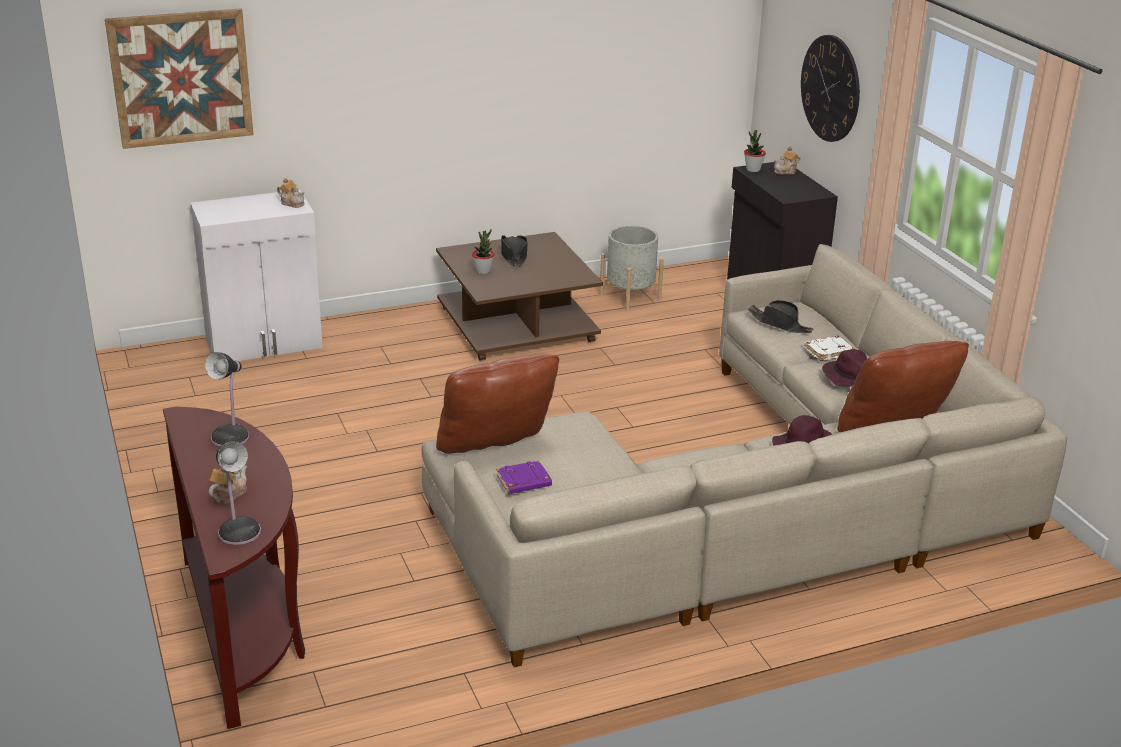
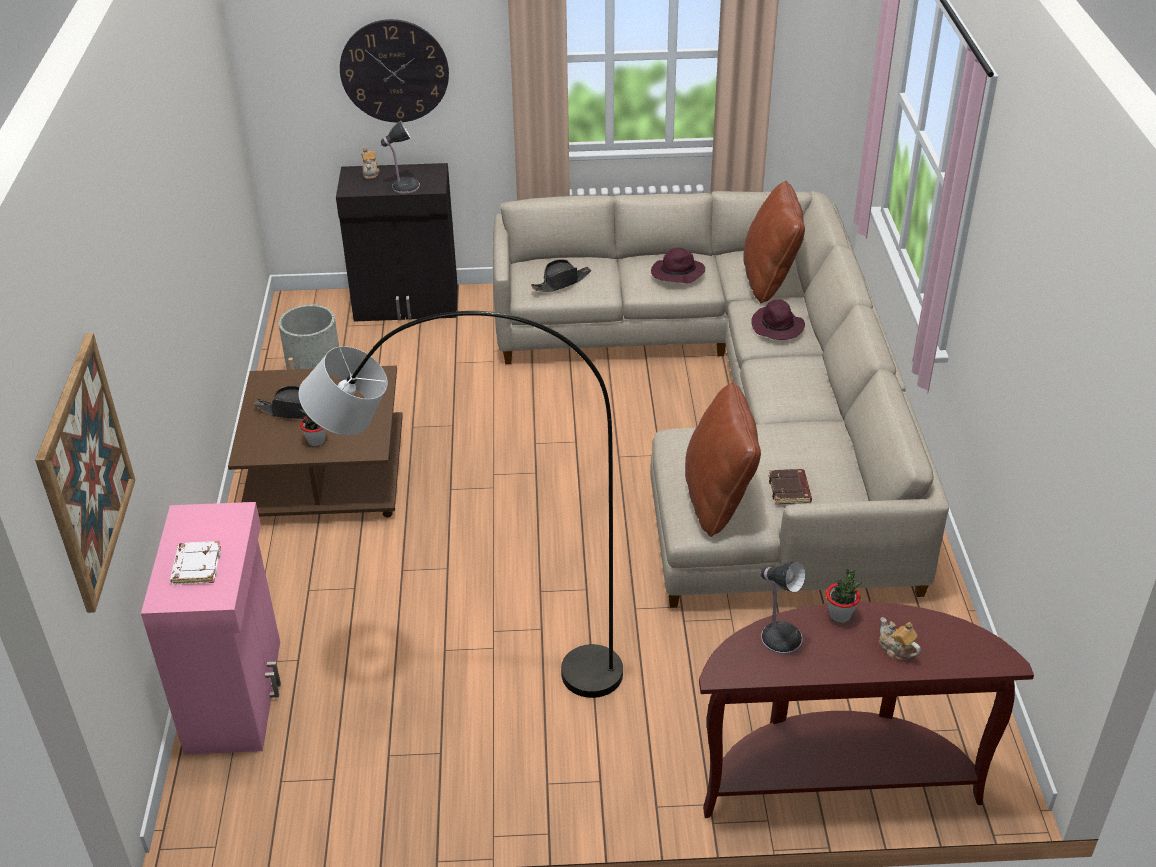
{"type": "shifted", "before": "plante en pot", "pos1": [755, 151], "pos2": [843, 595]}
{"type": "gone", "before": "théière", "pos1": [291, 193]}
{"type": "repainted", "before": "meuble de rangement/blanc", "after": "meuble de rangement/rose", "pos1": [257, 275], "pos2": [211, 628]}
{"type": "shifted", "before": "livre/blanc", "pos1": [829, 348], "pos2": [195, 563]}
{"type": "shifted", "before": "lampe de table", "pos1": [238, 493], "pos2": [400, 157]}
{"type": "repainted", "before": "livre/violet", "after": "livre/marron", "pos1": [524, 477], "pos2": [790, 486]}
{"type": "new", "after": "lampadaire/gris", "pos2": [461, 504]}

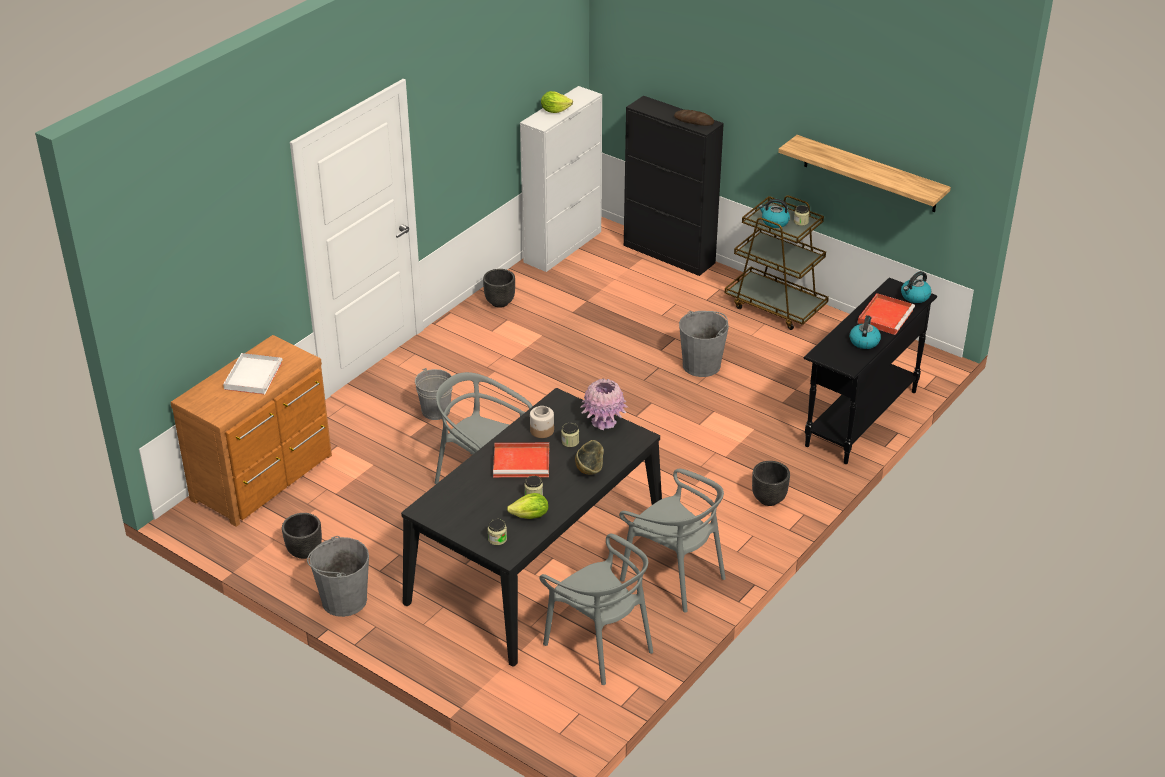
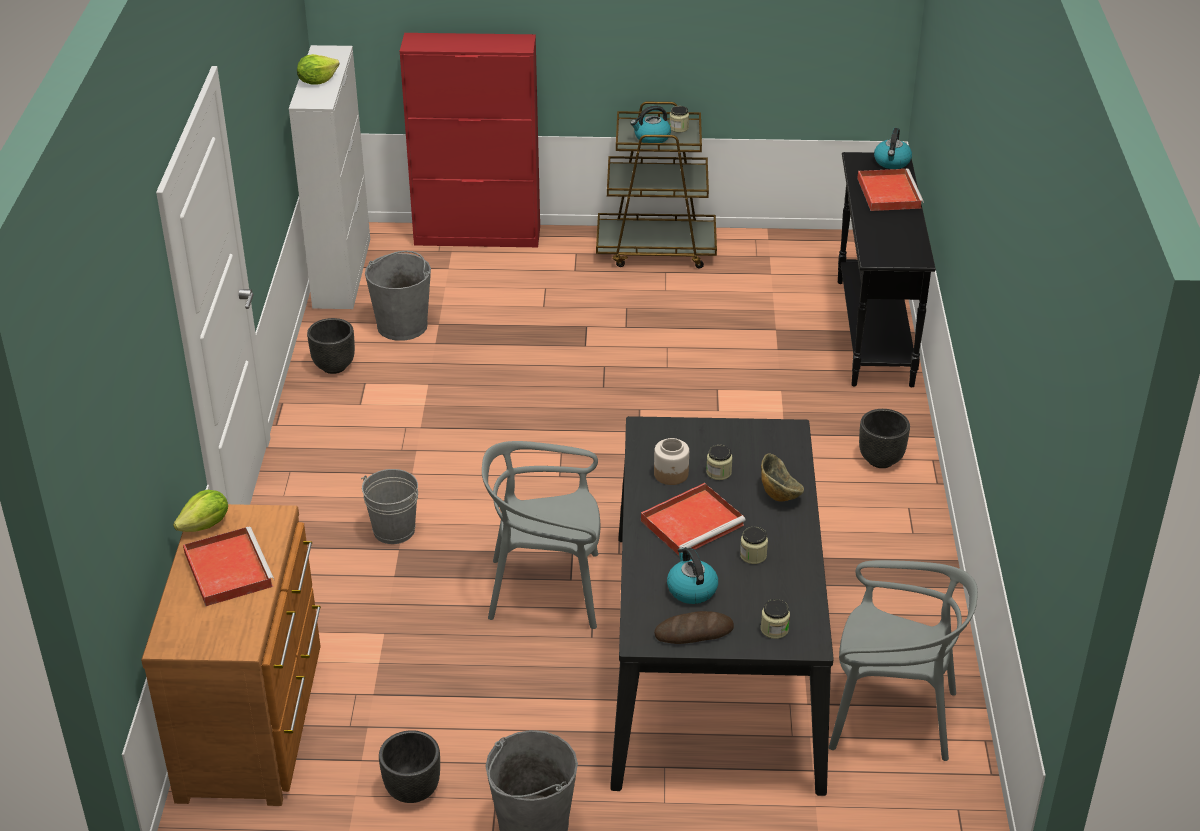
{"type": "repainted", "before": "meuble de rangement/noir", "after": "meuble de rangement/rouge", "pos1": [674, 186], "pos2": [470, 140]}
{"type": "shifted", "before": "pain", "pos1": [694, 118], "pos2": [694, 627]}
{"type": "gone", "before": "étagère", "pos1": [864, 173]}
{"type": "shifted", "before": "seau/gris", "pos1": [704, 344], "pos2": [398, 296]}
{"type": "shifted", "before": "bouilloire", "pos1": [865, 332], "pos2": [692, 575]}
{"type": "repainted", "before": "plateau/blanc", "after": "plateau/rouge", "pos1": [253, 374], "pos2": [228, 566]}
{"type": "gone", "before": "vase/rose", "pos1": [604, 404]}
{"type": "gone", "before": "chaise/gris", "pos1": [672, 540]}
{"type": "shifted", "before": "laitue", "pos1": [528, 506], "pos2": [200, 511]}

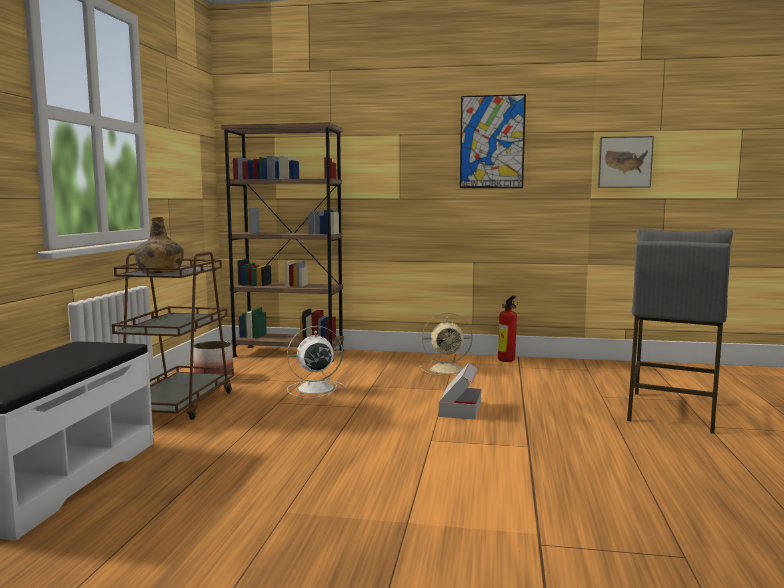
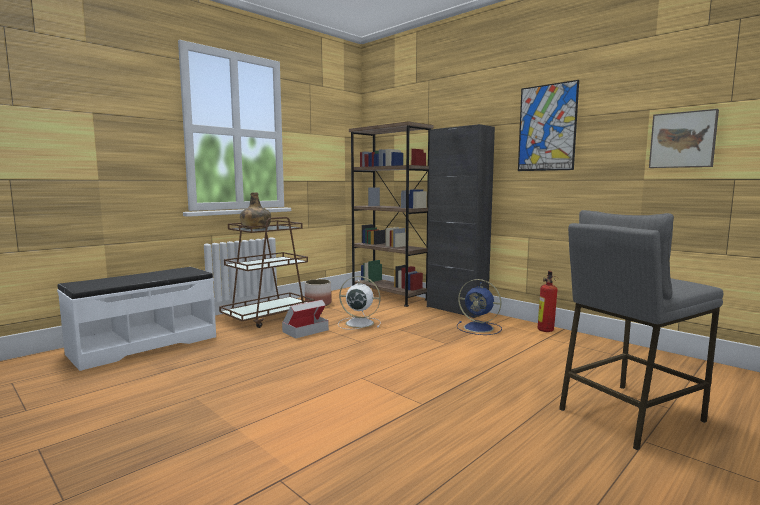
{"type": "repainted", "before": "ventilateur/beige", "after": "ventilateur/bleu", "pos1": [446, 344], "pos2": [479, 307]}
{"type": "shifted", "before": "carton", "pos1": [460, 391], "pos2": [305, 319]}
{"type": "new", "after": "meuble de rangement/noir", "pos2": [461, 221]}

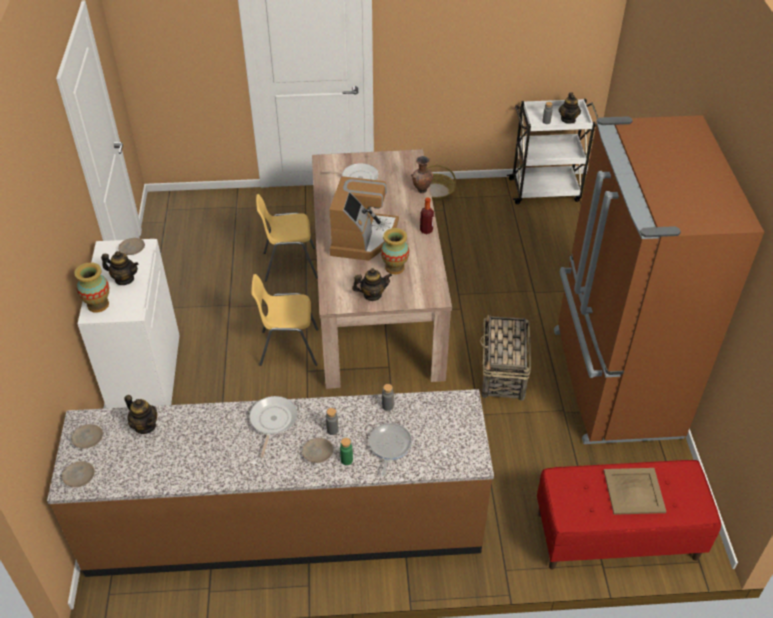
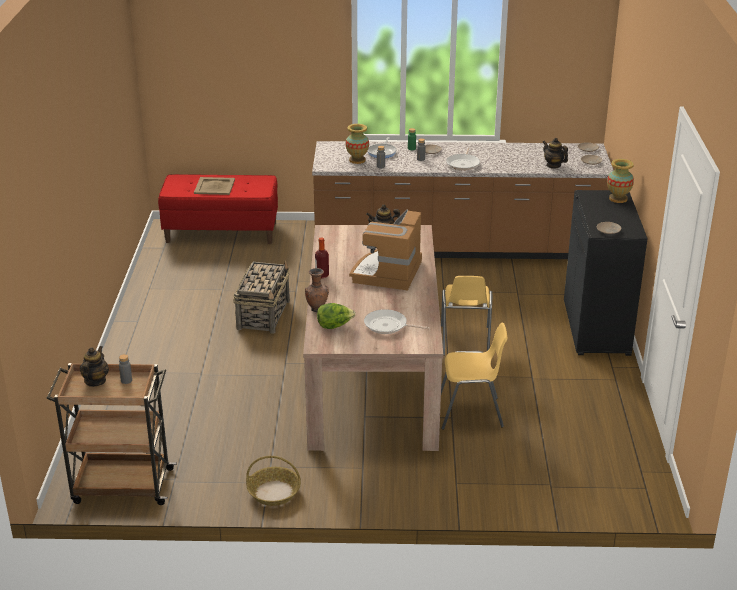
{"type": "repainted", "before": "chariot/blanc", "after": "chariot/marron", "pos1": [553, 151], "pos2": [111, 434]}
{"type": "gone", "before": "réfrigérateur/marron", "pos1": [659, 279]}
{"type": "shifted", "before": "vase", "pos1": [395, 251], "pos2": [357, 144]}
{"type": "repainted", "before": "meuble de rangement/blanc", "after": "meuble de rangement/noir", "pos1": [129, 323], "pos2": [606, 273]}
{"type": "gone", "before": "théière", "pos1": [119, 268]}
{"type": "rotated", "before": "chaise/jaune", "pos1": [284, 320], "pos2": [466, 316], "turn": 90}
{"type": "new", "after": "laitue", "pos2": [336, 316]}

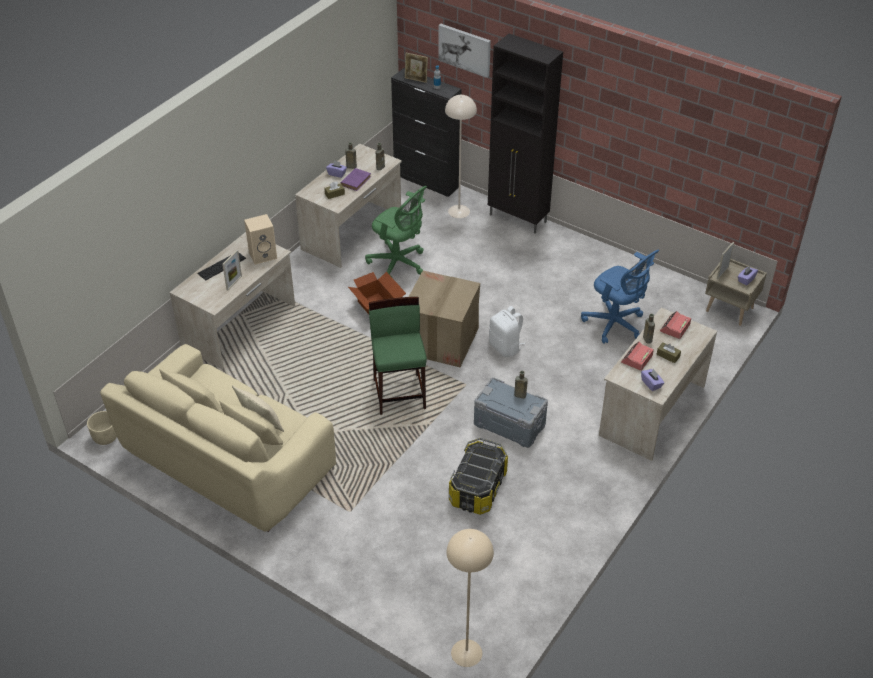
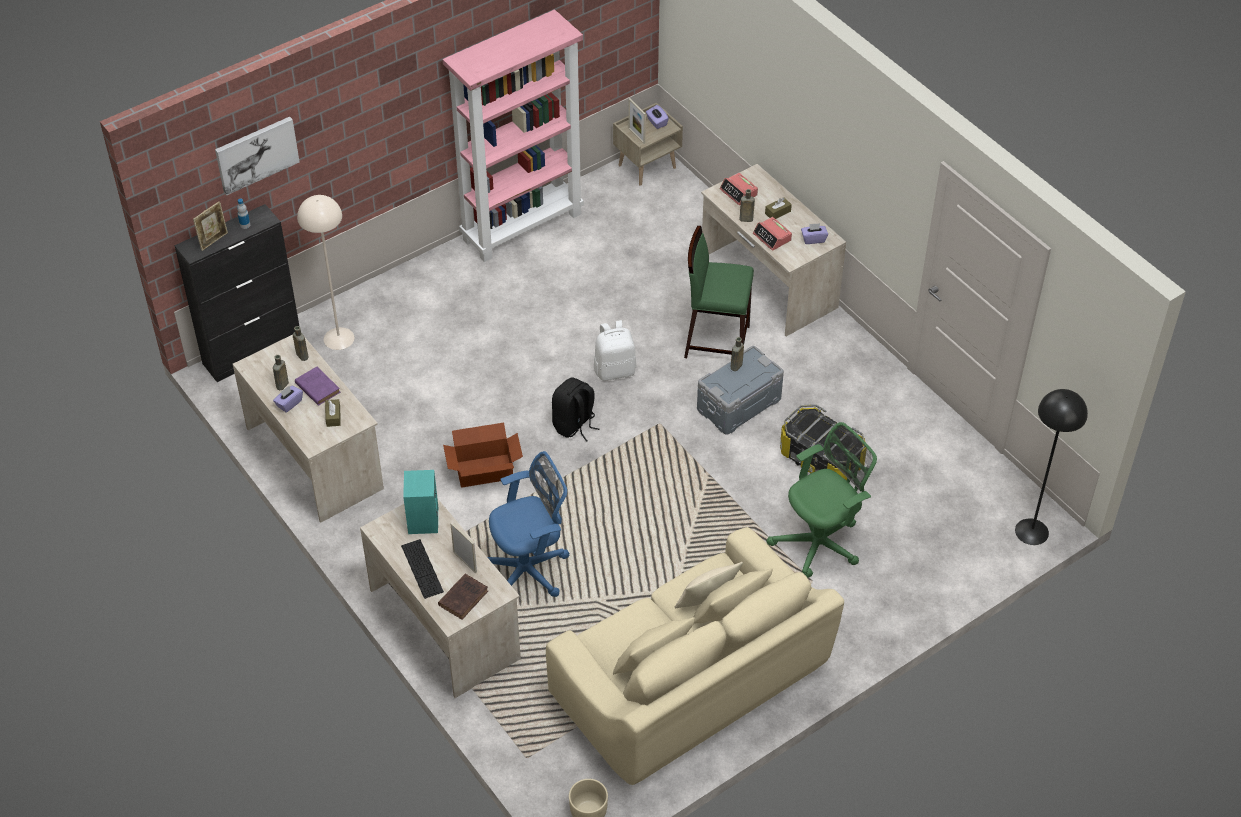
{"type": "gone", "before": "meuble de rangement/noir", "pos1": [525, 133]}
{"type": "shifted", "before": "chaise de bureau/vert", "pos1": [396, 231], "pos2": [822, 500]}
{"type": "repainted", "before": "enceinte/beige", "after": "enceinte/turquoise", "pos1": [260, 239], "pos2": [420, 502]}
{"type": "shifted", "before": "chaise de bureau/bleu", "pos1": [620, 297], "pos2": [528, 524]}
{"type": "swapped", "before": "carton", "after": "sac à dos/noir", "pos1": [444, 319], "pos2": [576, 410]}
{"type": "shifted", "before": "tabouret/vert", "pos1": [398, 356], "pos2": [719, 292]}
{"type": "repainted", "before": "lampadaire/beige", "after": "lampadaire/noir", "pos1": [470, 598], "pos2": [1051, 467]}
{"type": "new", "after": "bibliothèque/rose", "pos2": [513, 136]}
{"type": "new", "after": "livre/marron", "pos2": [463, 597]}

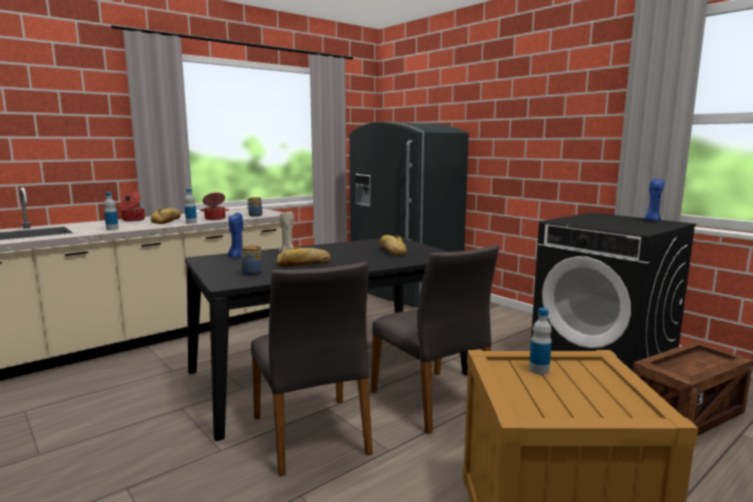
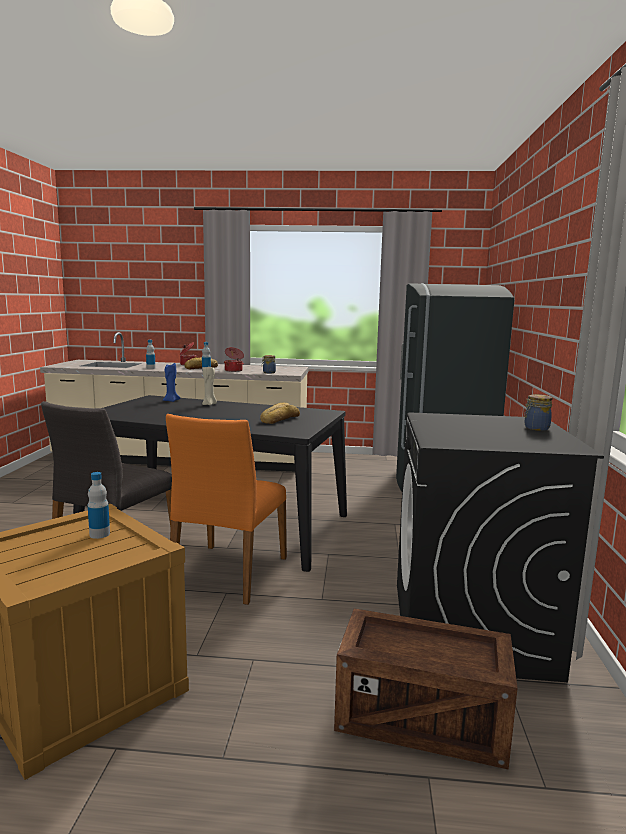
{"type": "gone", "before": "bougie/bleu", "pos1": [654, 199]}
{"type": "shifted", "before": "bocal", "pos1": [252, 260], "pos2": [538, 412]}
{"type": "repainted", "before": "chaise/gris", "after": "chaise/orange", "pos1": [435, 339], "pos2": [226, 509]}
{"type": "gone", "before": "pain", "pos1": [303, 257]}

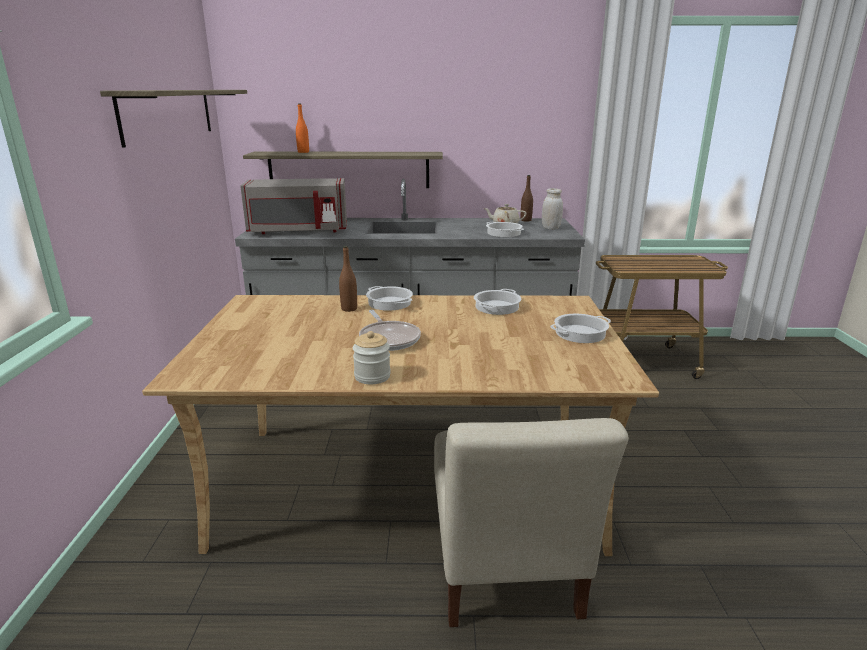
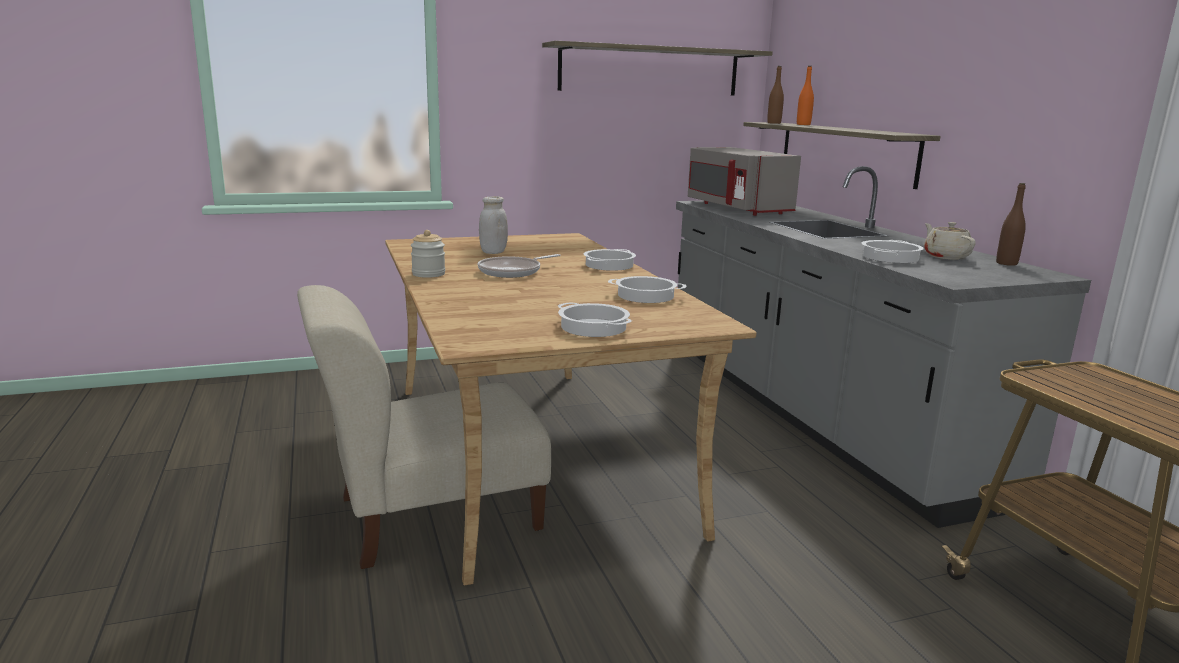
{"type": "shifted", "before": "bocal/blanc", "pos1": [552, 209], "pos2": [493, 225]}
{"type": "shifted", "before": "bouteille/marron", "pos1": [348, 279], "pos2": [775, 95]}

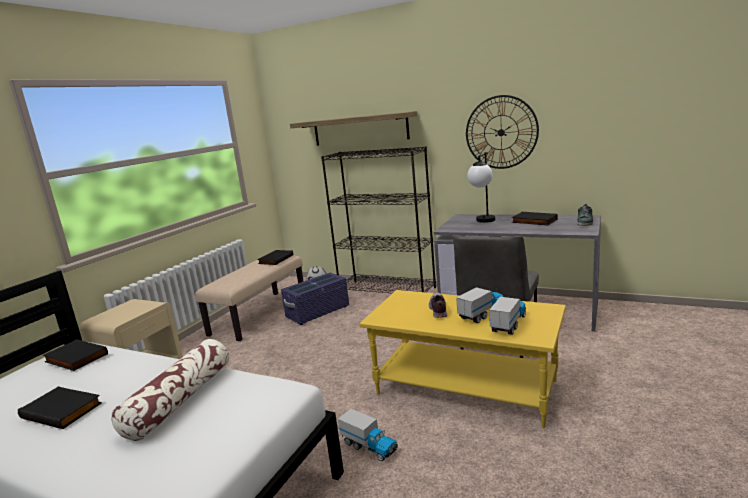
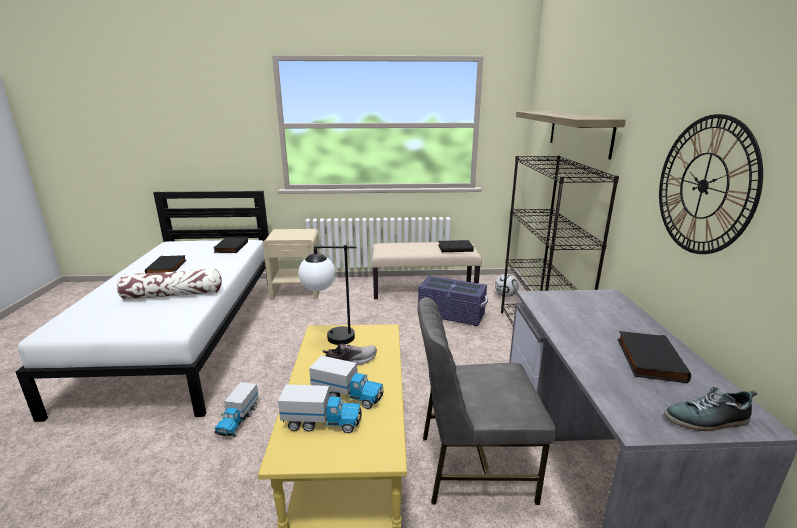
{"type": "shifted", "before": "lampe de table", "pos1": [481, 187], "pos2": [327, 295]}

